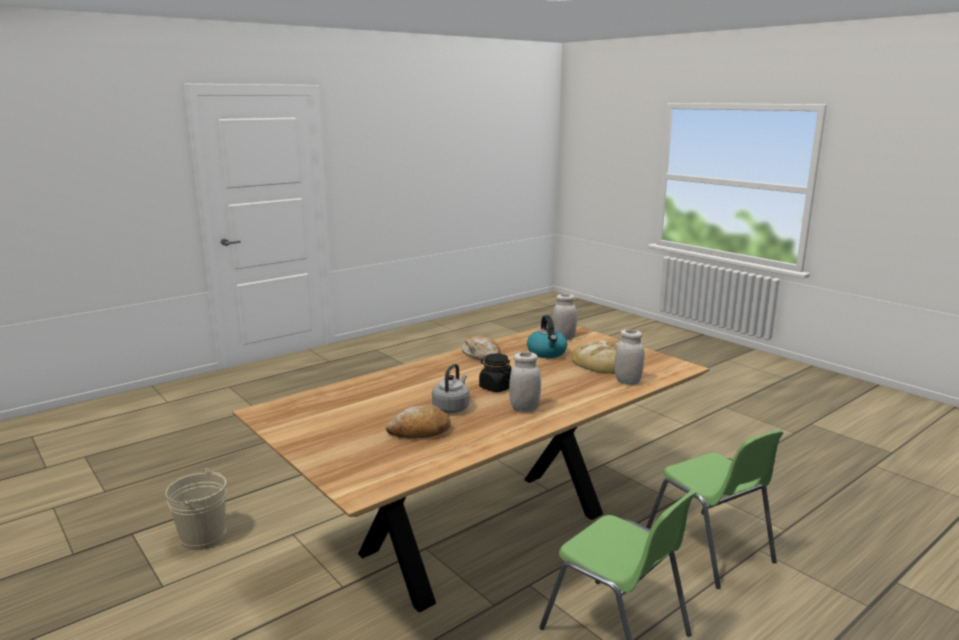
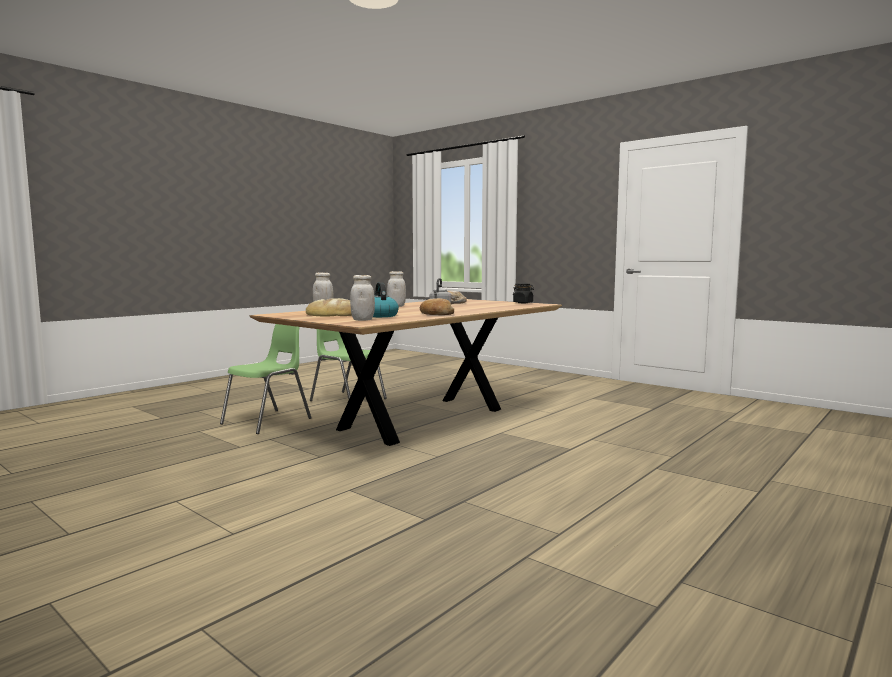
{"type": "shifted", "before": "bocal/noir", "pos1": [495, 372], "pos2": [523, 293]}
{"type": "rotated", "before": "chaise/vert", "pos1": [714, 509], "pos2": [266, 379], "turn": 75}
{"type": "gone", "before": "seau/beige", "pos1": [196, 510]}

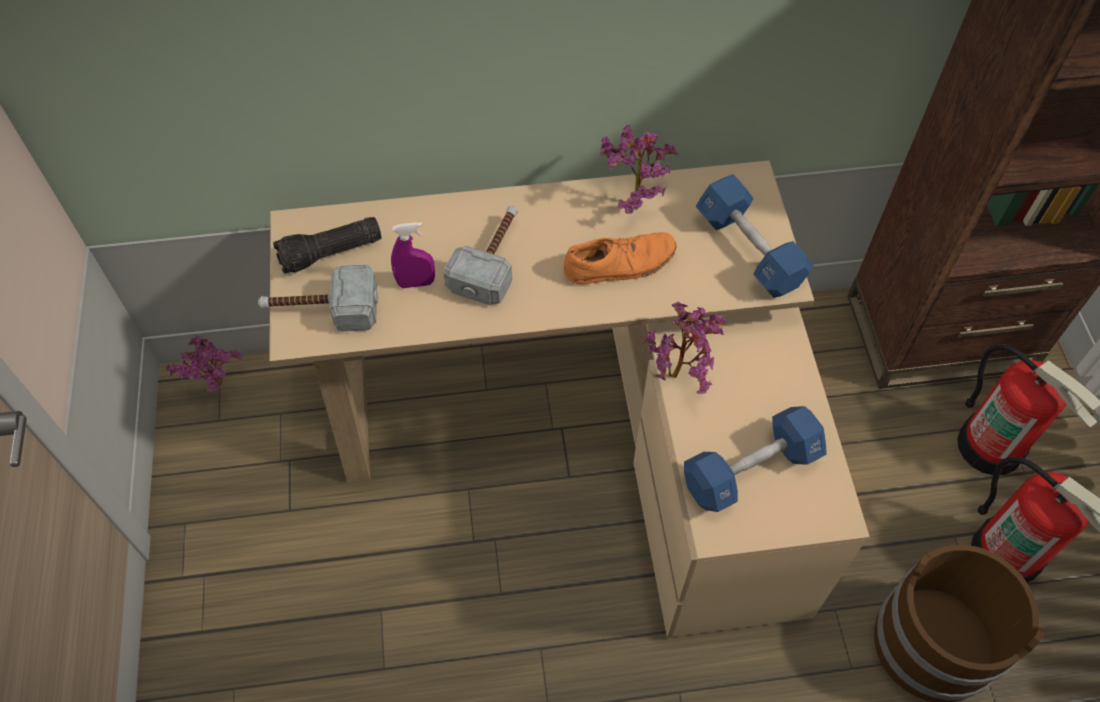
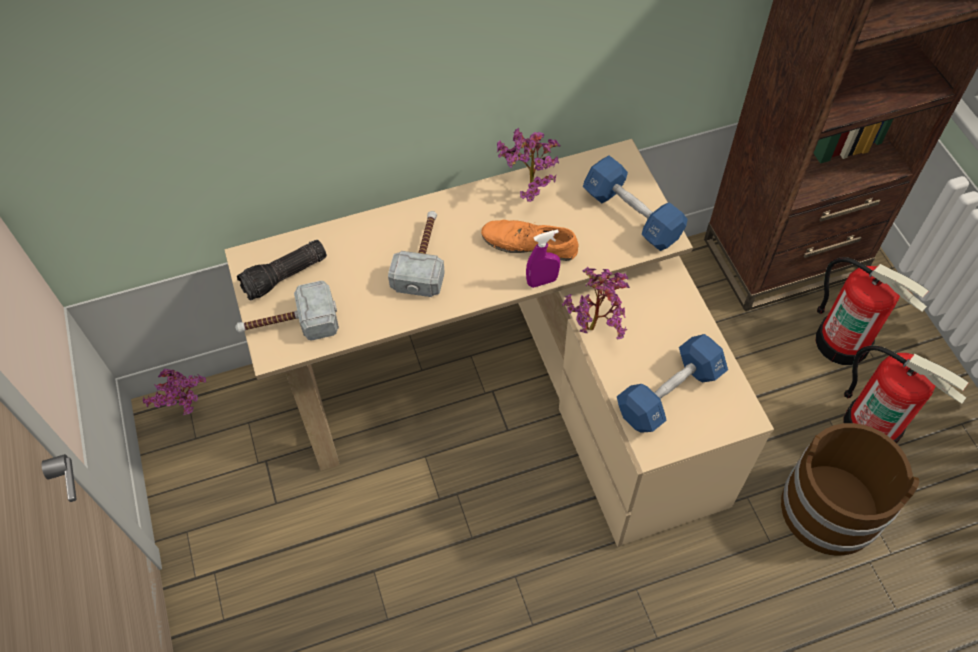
{"type": "shifted", "before": "vaporisateur/violet", "pos1": [413, 255], "pos2": [543, 258]}
{"type": "rotated", "before": "chaussure/orange", "pos1": [620, 258], "pos2": [529, 240], "turn": -135}

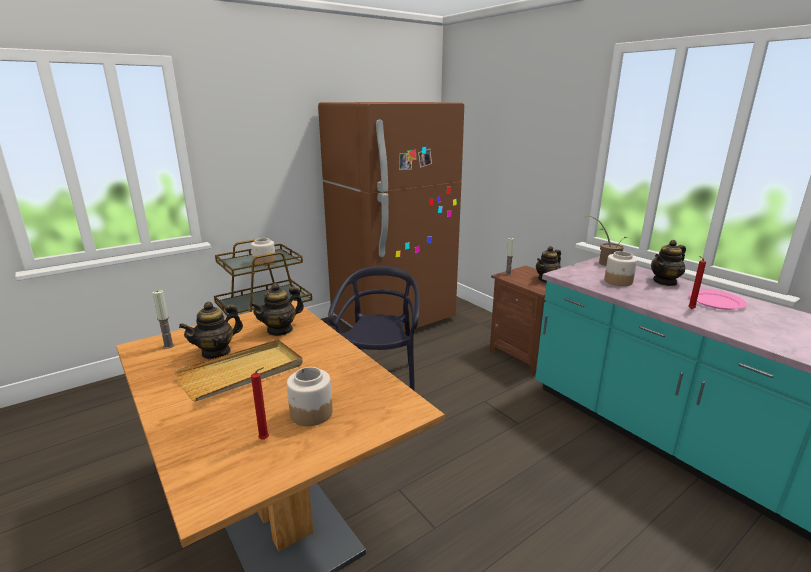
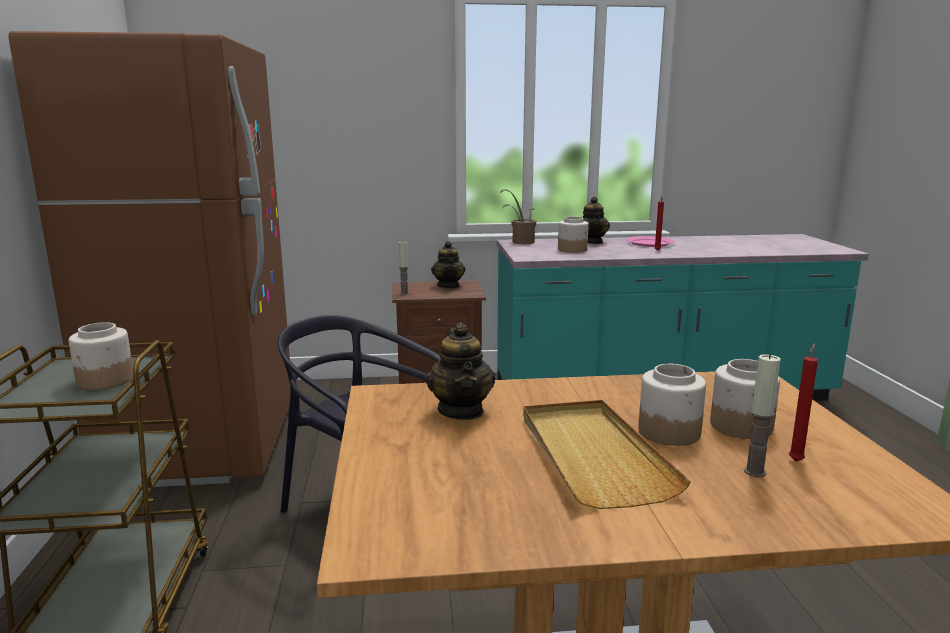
{"type": "shifted", "before": "bougie", "pos1": [163, 319], "pos2": [762, 415]}
{"type": "gone", "before": "théière", "pos1": [211, 330]}
{"type": "new", "after": "bocal", "pos2": [672, 405]}

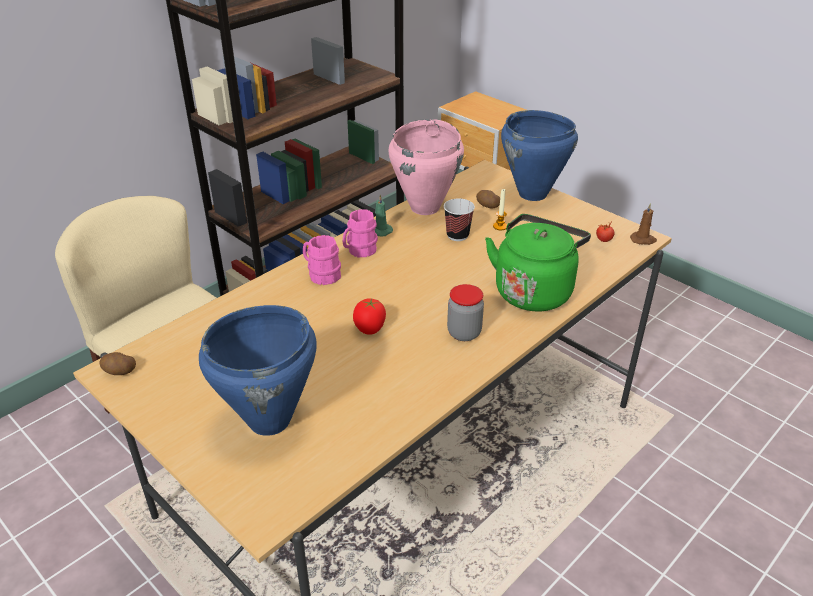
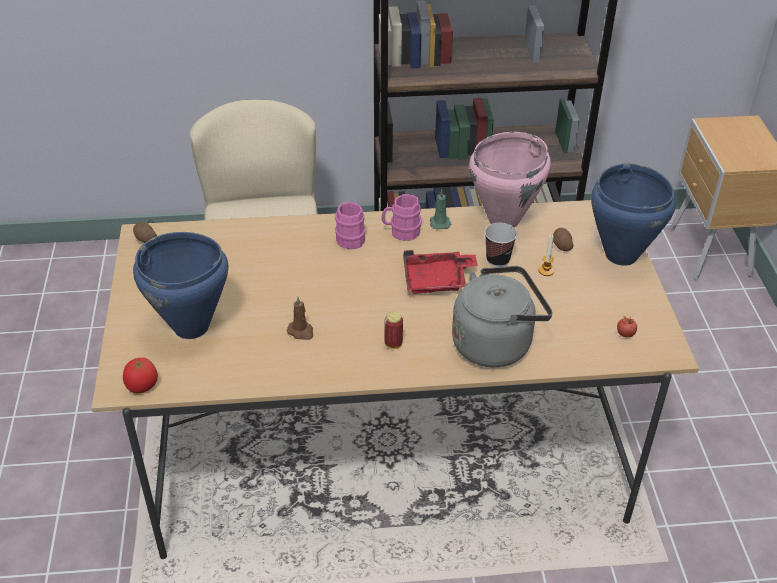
{"type": "shifted", "before": "bougie/marron", "pos1": [643, 224], "pos2": [300, 318]}
{"type": "repainted", "before": "bouilloire/vert", "after": "bouilloire/gris", "pos1": [538, 262], "pos2": [502, 316]}
{"type": "swapped", "before": "bocal", "after": "boîte métallique", "pos1": [465, 312], "pos2": [393, 330]}
{"type": "shifted", "before": "tomate", "pos1": [369, 316], "pos2": [140, 376]}
{"type": "new", "after": "plateau/rouge", "pos2": [440, 272]}

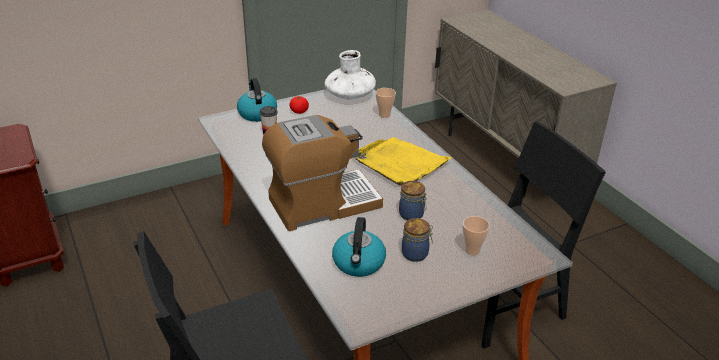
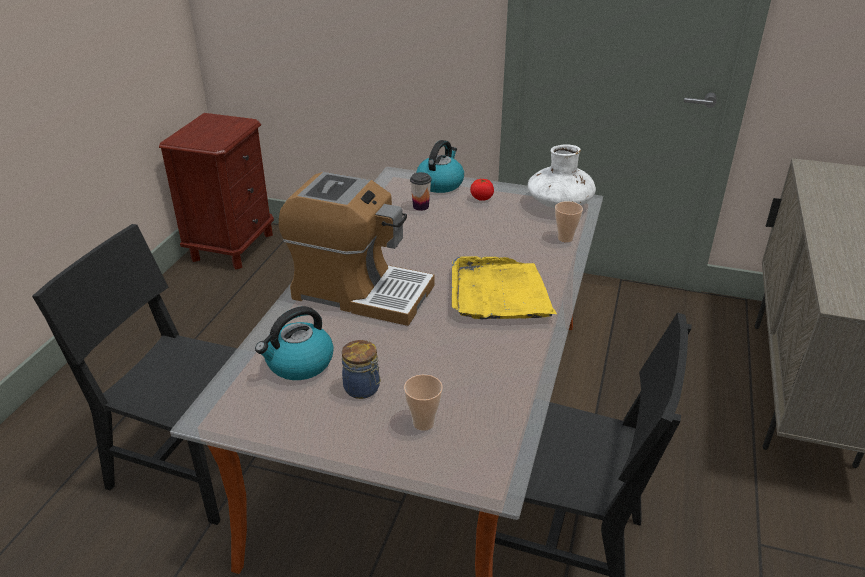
{"type": "gone", "before": "bocal", "pos1": [413, 200]}

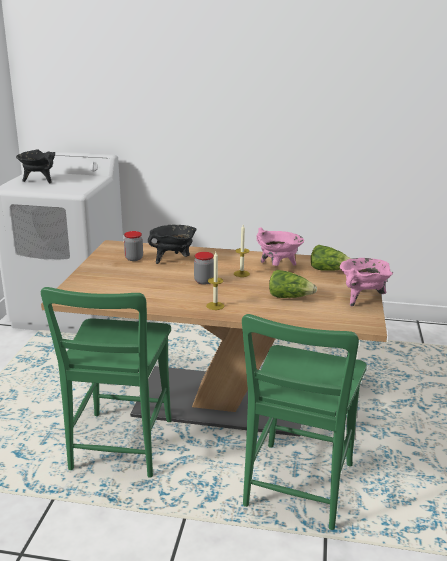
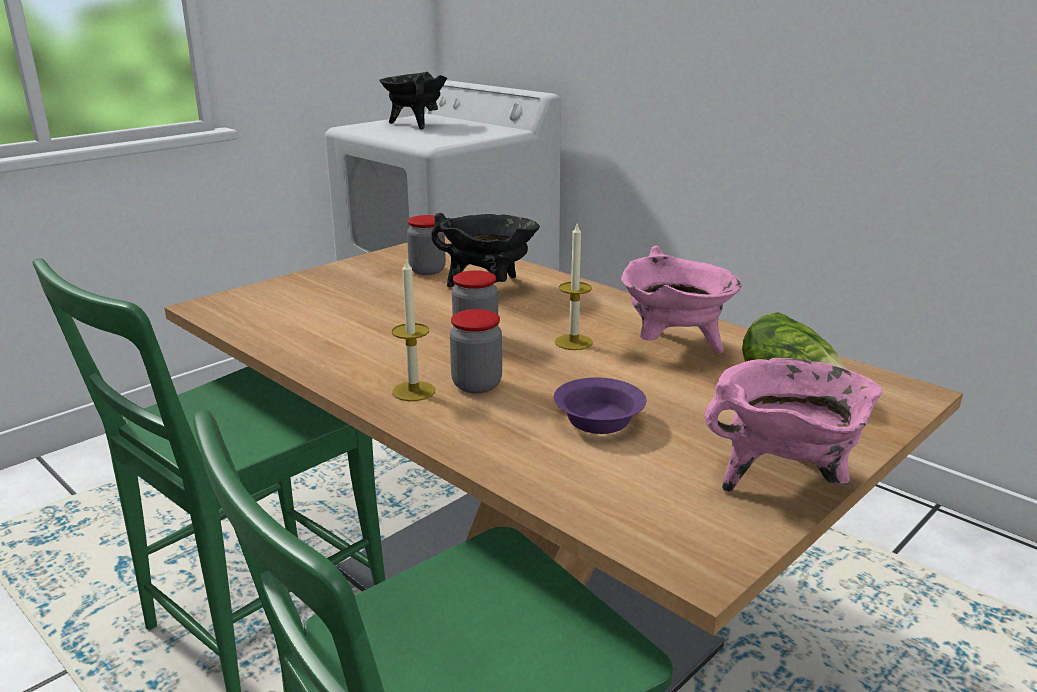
{"type": "swapped", "before": "laitue", "after": "bol/violet", "pos1": [293, 284], "pos2": [600, 405]}
{"type": "new", "after": "bocal", "pos2": [476, 351]}

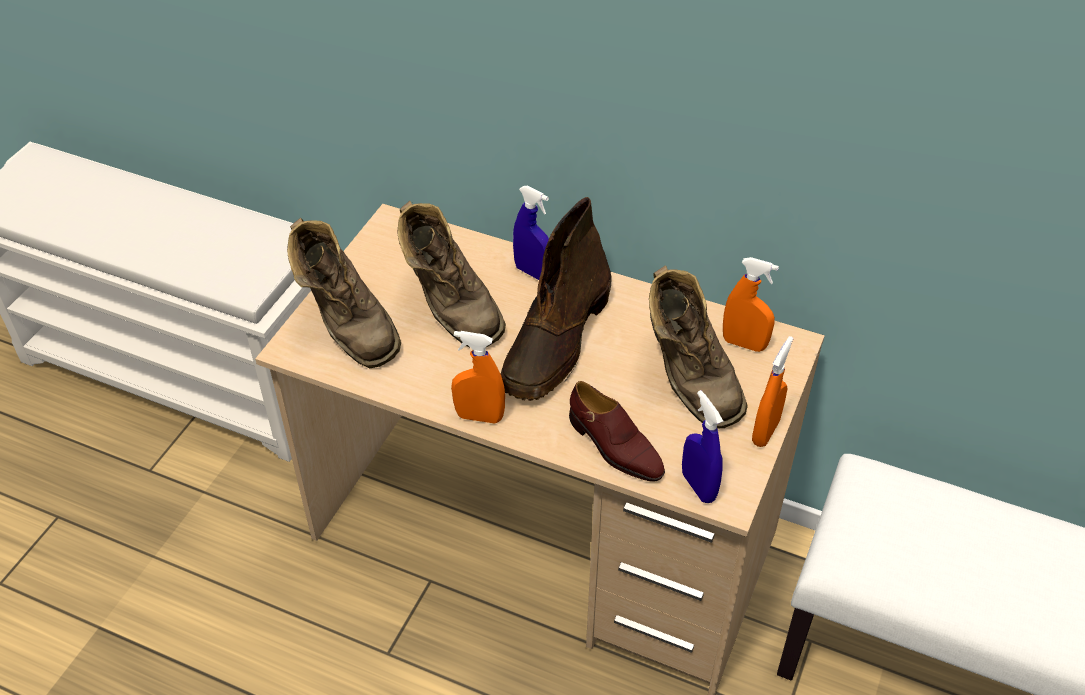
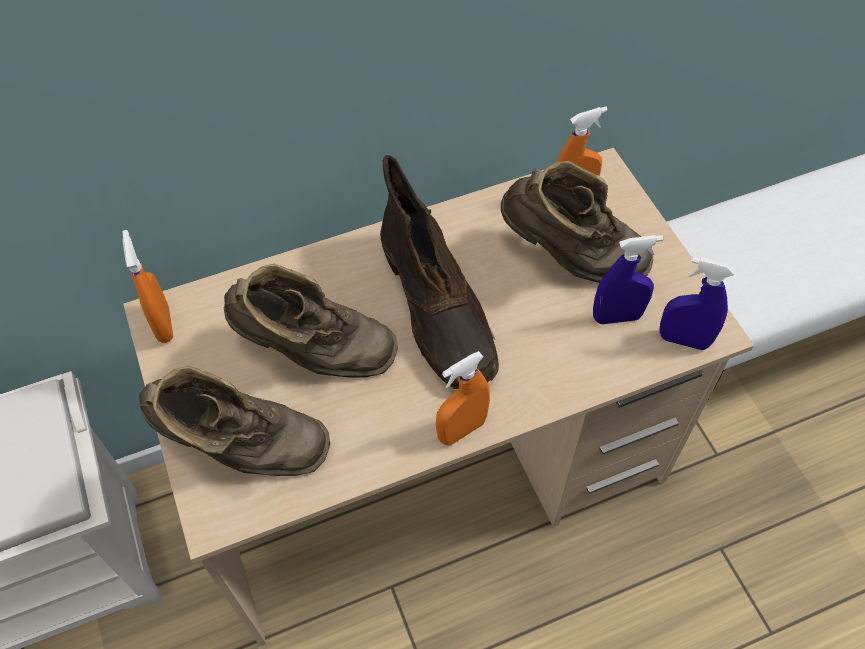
{"type": "shifted", "before": "vaporisateur/bleu", "pos1": [531, 233], "pos2": [628, 279]}
{"type": "shifted", "before": "vaporisateur/orange", "pos1": [772, 391], "pos2": [148, 286]}
{"type": "gone", "before": "chaussure/marron", "pos1": [617, 431]}

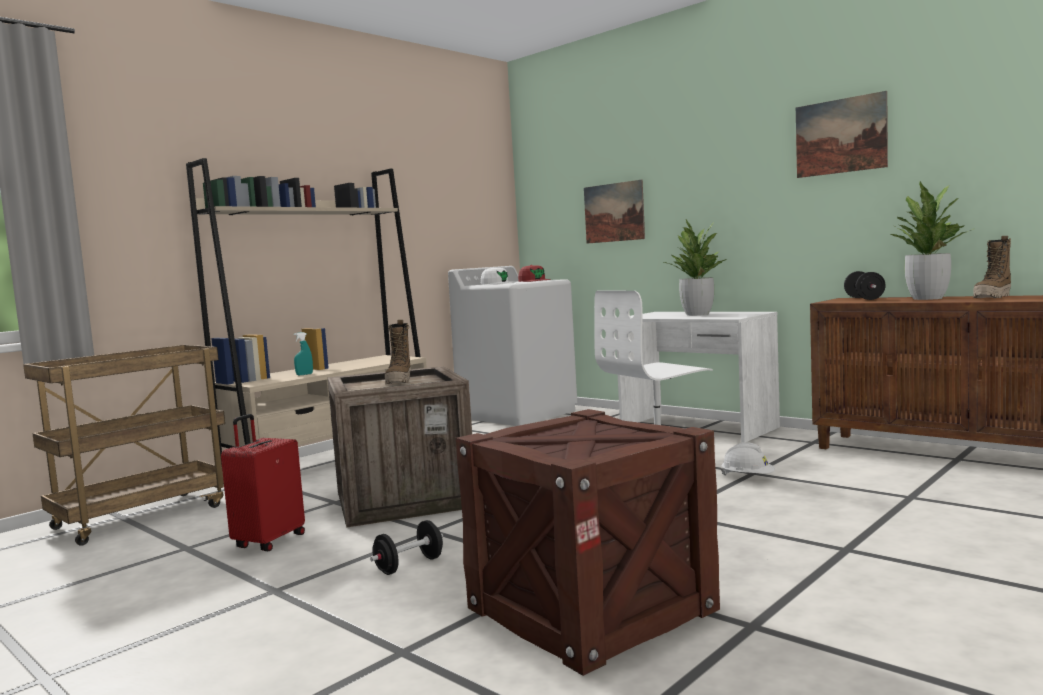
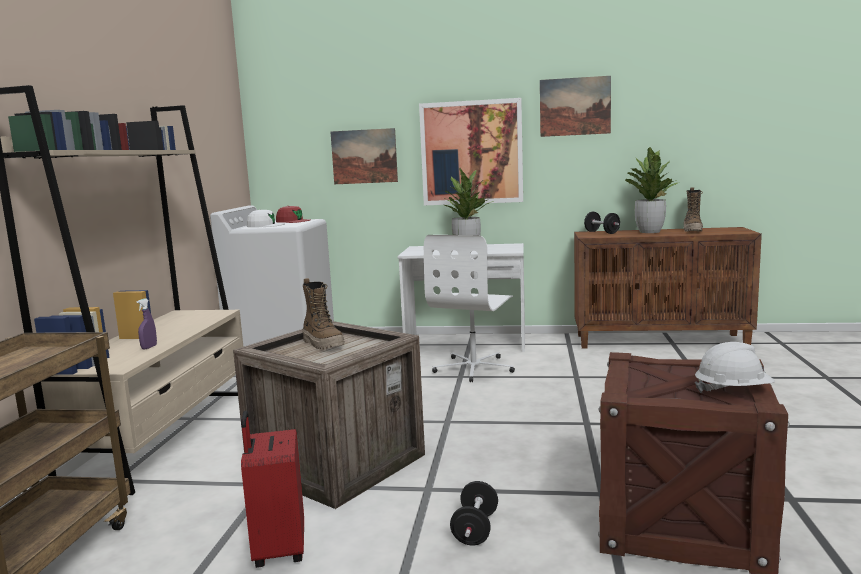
{"type": "repainted", "before": "vaporisateur/turquoise", "after": "vaporisateur/violet", "pos1": [303, 353], "pos2": [147, 323]}
{"type": "shifted", "before": "casque de chantier/blanc", "pos1": [748, 459], "pos2": [735, 367]}
{"type": "new", "after": "tableau", "pos2": [471, 151]}

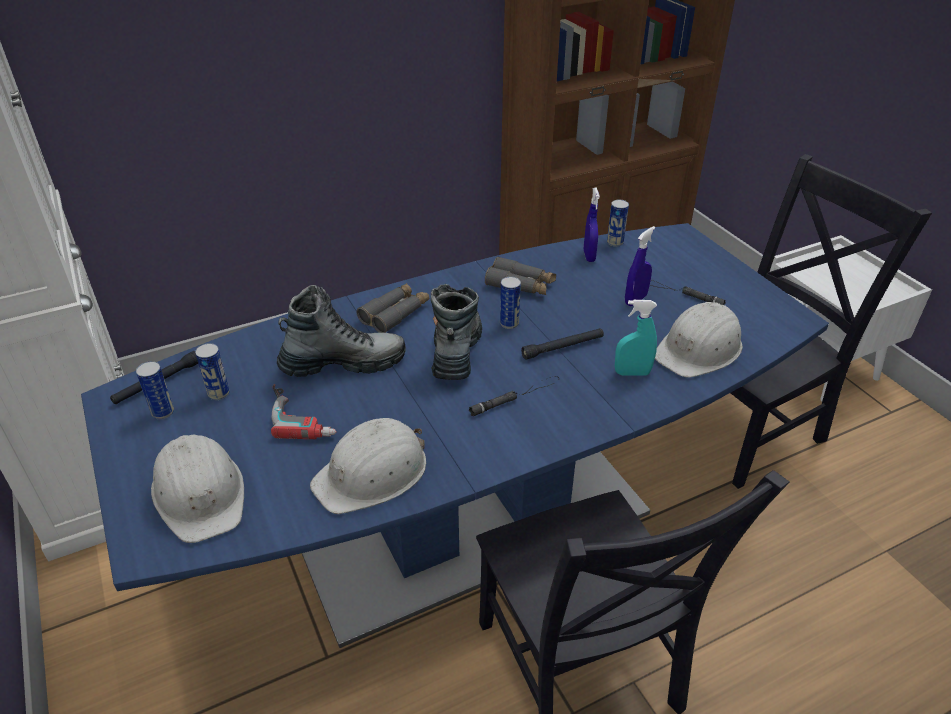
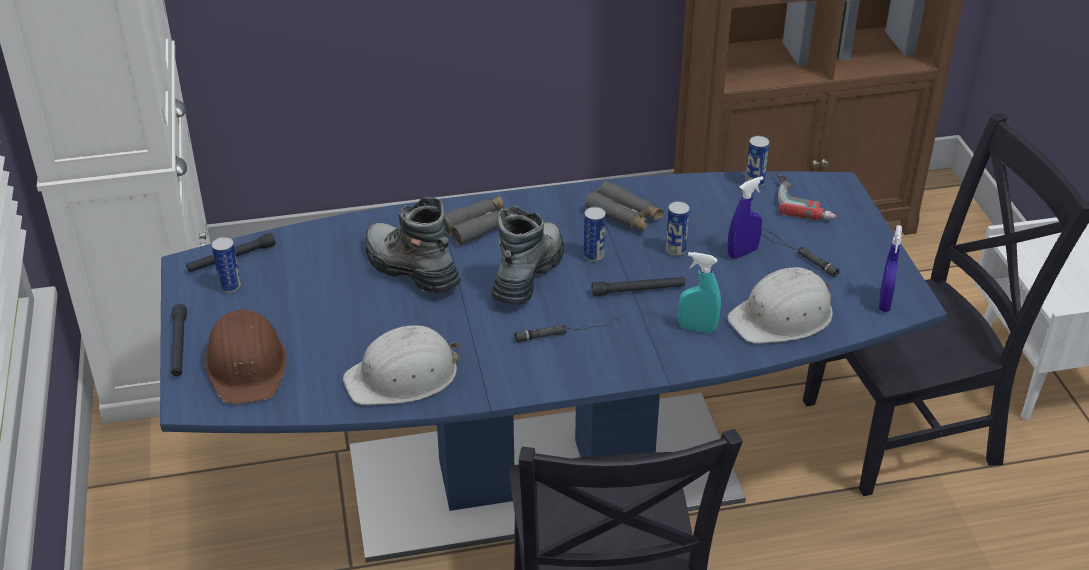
{"type": "shifted", "before": "vaporisateur/bleu", "pos1": [592, 224], "pos2": [890, 268]}
{"type": "rotated", "before": "botte", "pos1": [341, 331], "pos2": [413, 245], "turn": -135}
{"type": "shifted", "before": "boîte métallique", "pos1": [212, 371], "pos2": [678, 229]}
{"type": "shifted", "before": "perceuse", "pos1": [303, 411], "pos2": [806, 196]}
{"type": "repainted", "before": "casque de chantier/blanc", "after": "casque de chantier/marron", "pos1": [197, 489], "pos2": [245, 357]}
{"type": "new", "after": "lampe de poche/noir", "pos2": [179, 340]}

